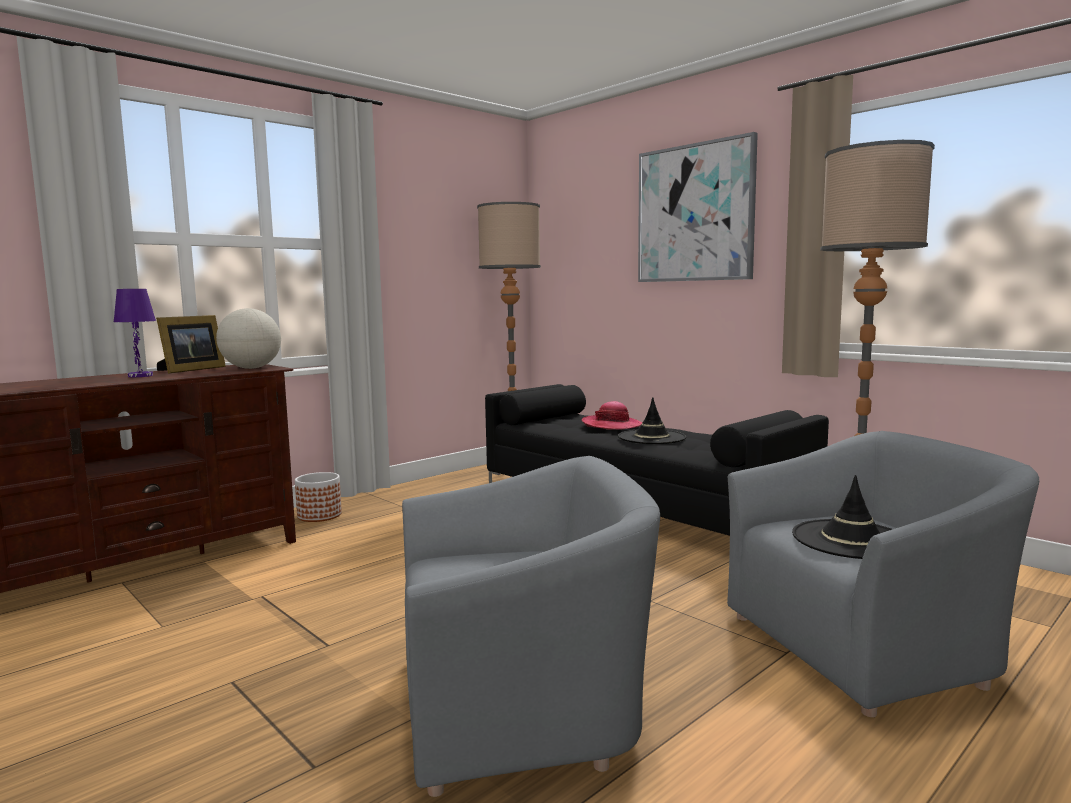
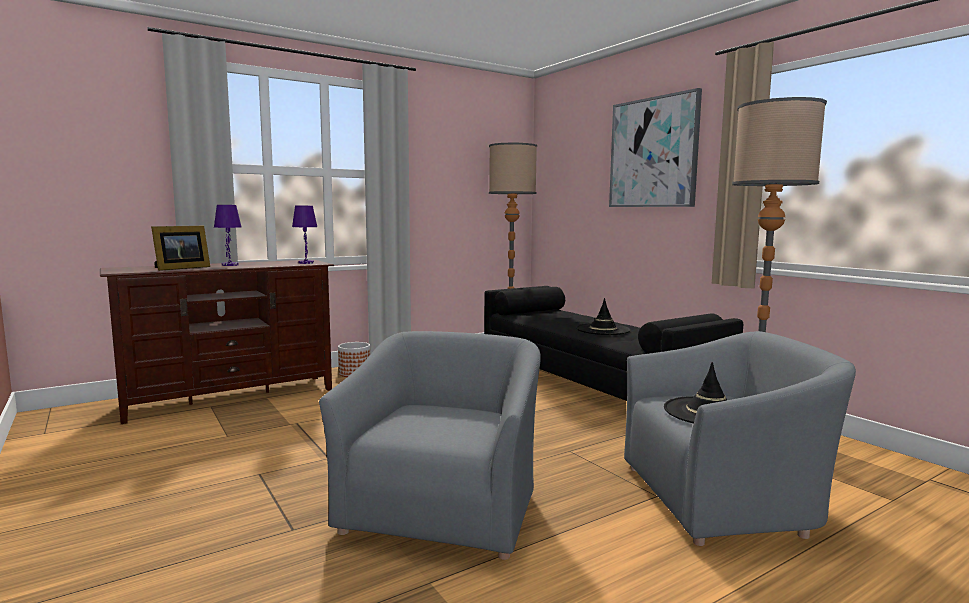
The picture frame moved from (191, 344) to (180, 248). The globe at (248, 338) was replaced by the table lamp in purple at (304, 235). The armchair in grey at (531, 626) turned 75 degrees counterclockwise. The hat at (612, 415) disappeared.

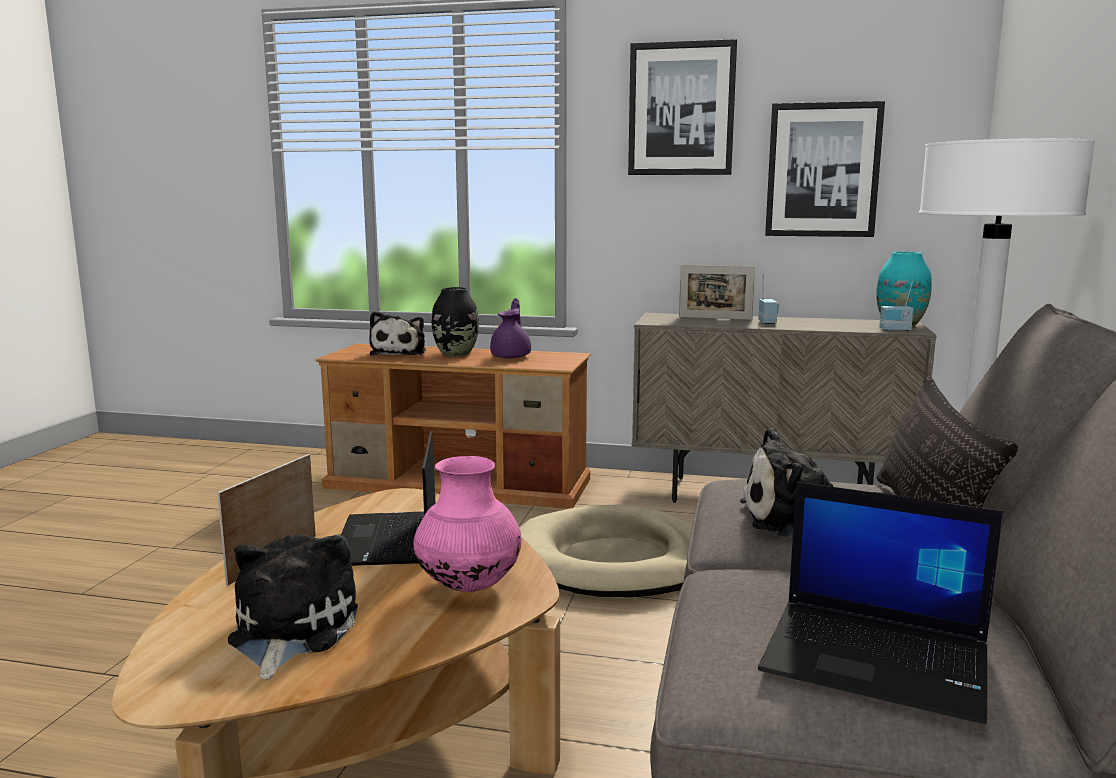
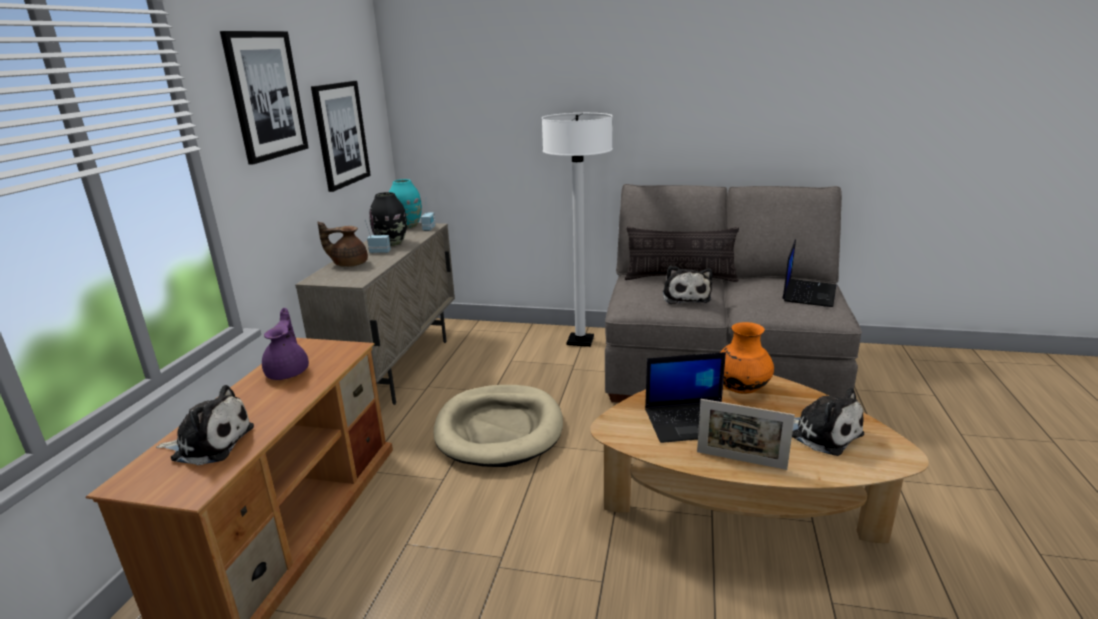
The teapot in purple at (510, 328) turned 75 degrees clockwise. The picture frame at (717, 292) was replaced by the teapot in brown at (342, 244). The vase in black moved from (455, 322) to (388, 219). The vase in pink at (467, 524) became the vase in orange at (747, 358). The plush toy at (293, 606) turned 135 degrees counterclockwise.

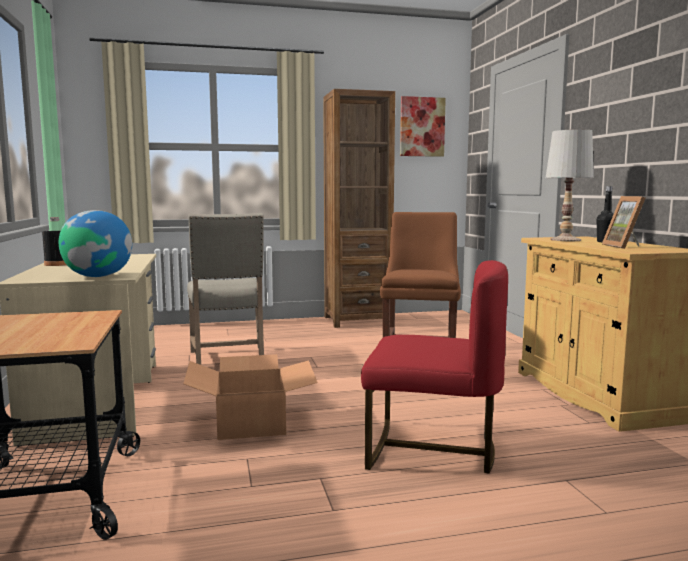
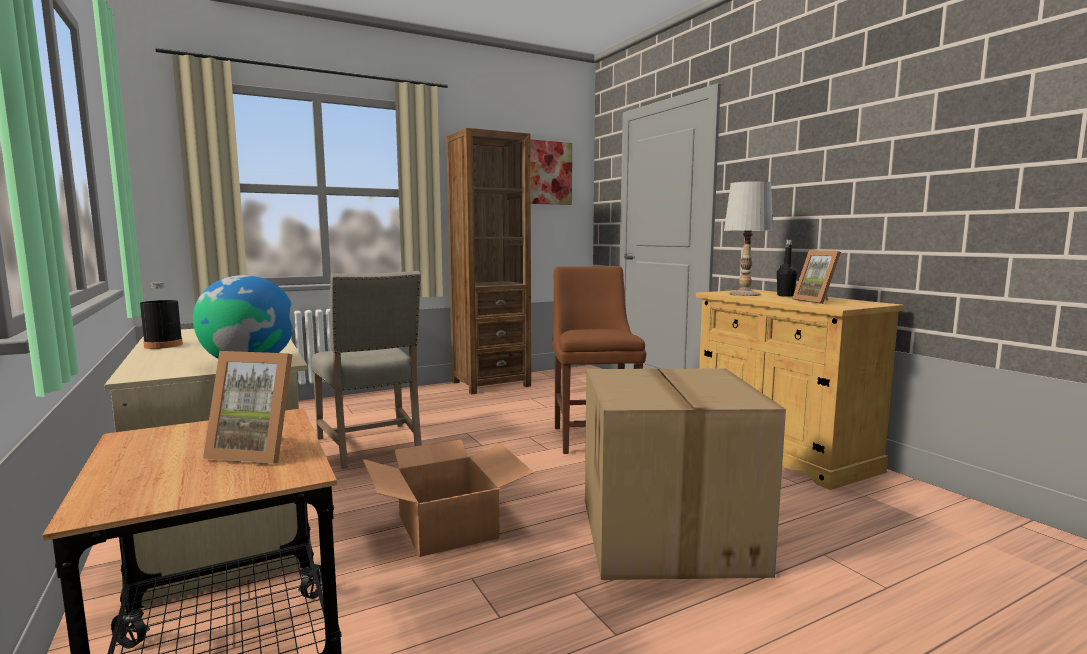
The picture frame at (247, 407) appeared. The chair in red at (434, 367) was replaced by the cardboard box at (685, 474).

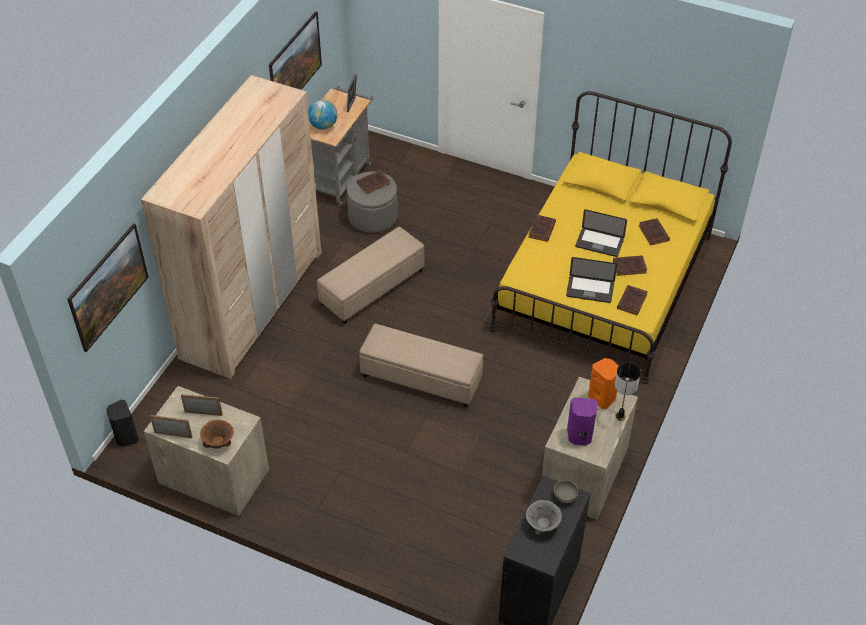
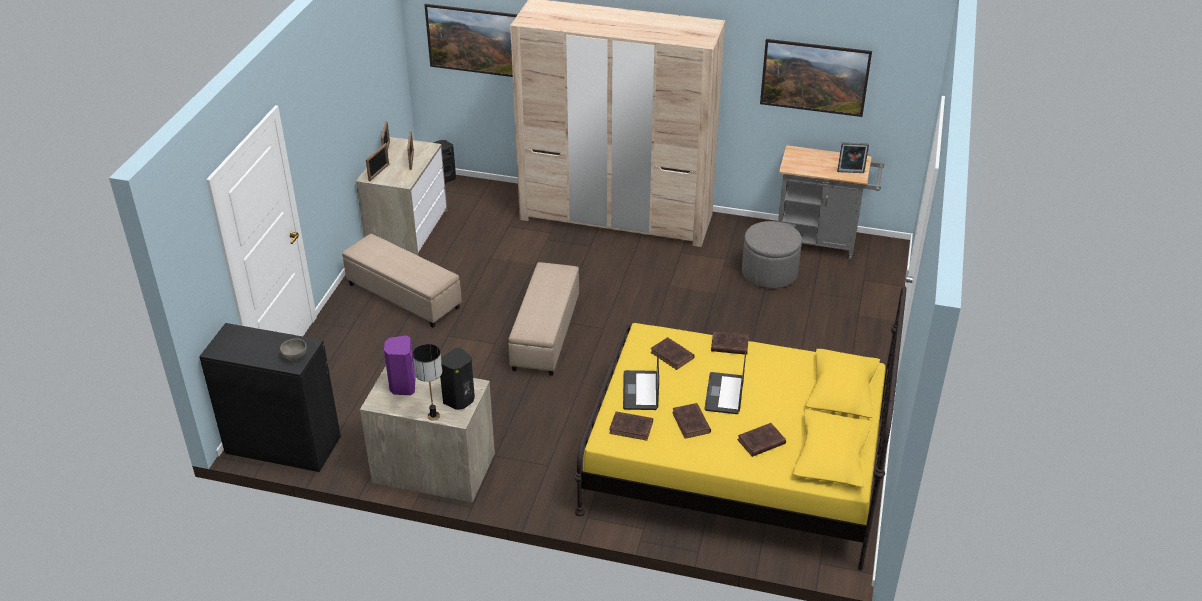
The ottoman in beige moved from (371, 275) to (402, 281). The bowl in brown at (217, 434) was replaced by the picture frame at (377, 162). The speaker in orange at (603, 383) became the speaker in black at (457, 379). The book in brown moved from (373, 182) to (672, 353). The globe at (323, 114) disappeared. The bowl in grey at (544, 517) disappeared.

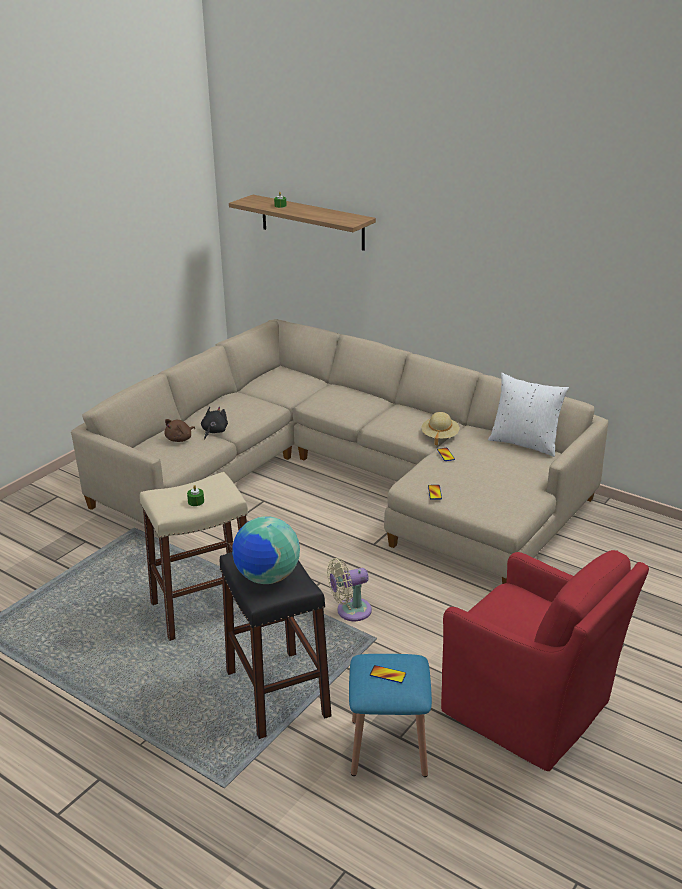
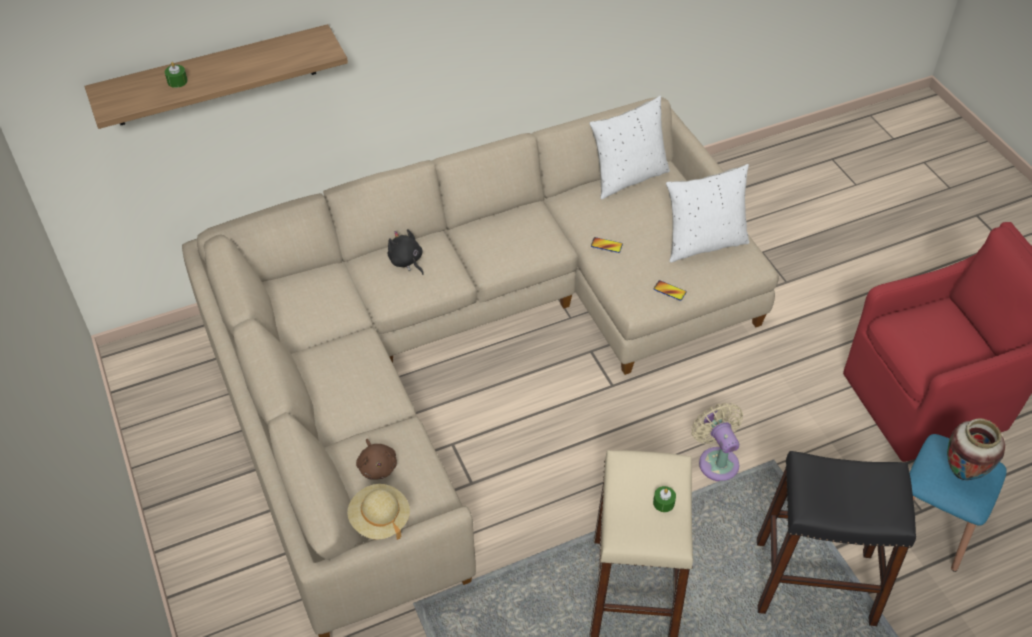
The hat in beige moved from (440, 429) to (378, 512). The plush toy in black moved from (214, 423) to (406, 252). The pillow in white at (707, 213) appeared. The fan in beige at (349, 589) turned 150 degrees clockwise. The phone at (388, 674) was replaced by the vase at (976, 449). The globe at (266, 550) disappeared.

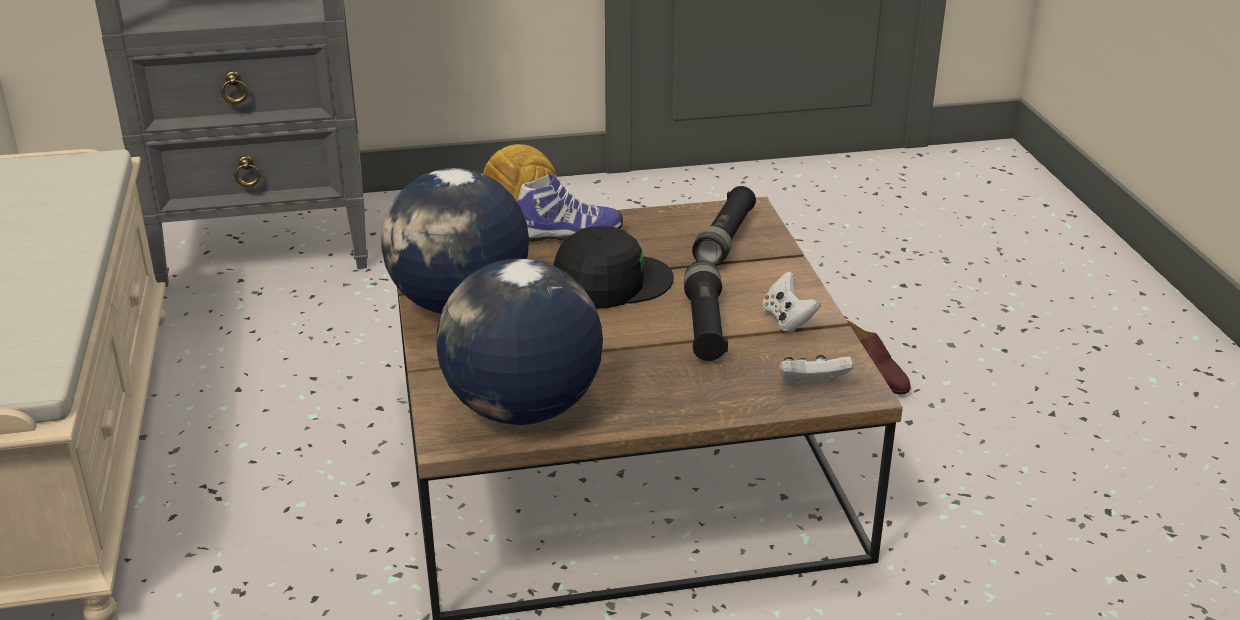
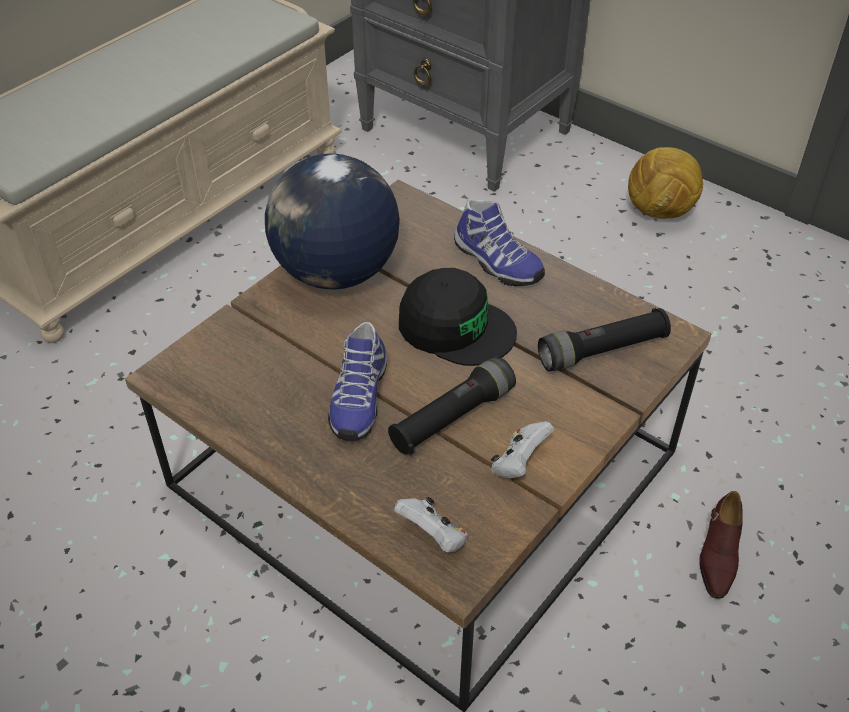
The shoe at (357, 381) appeared. The globe at (519, 342) disappeared.

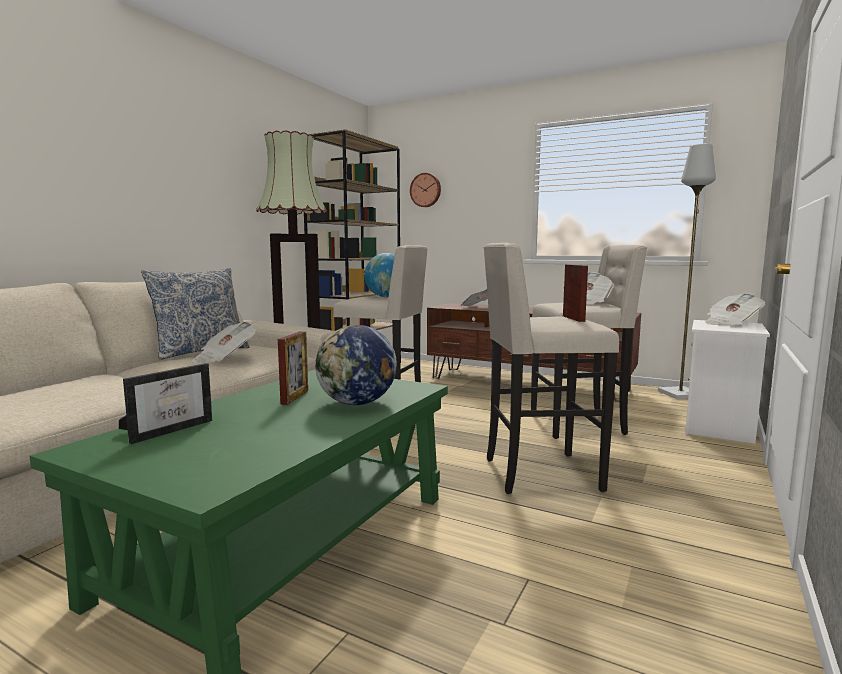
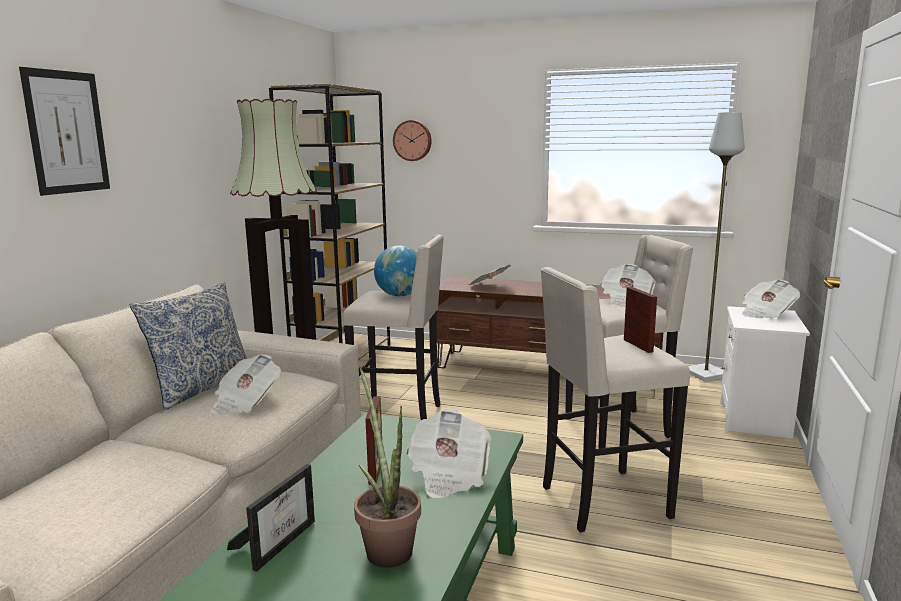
The picture at (64, 131) appeared. The potted plant at (387, 468) appeared. The globe at (356, 365) was replaced by the newspaper at (449, 454).

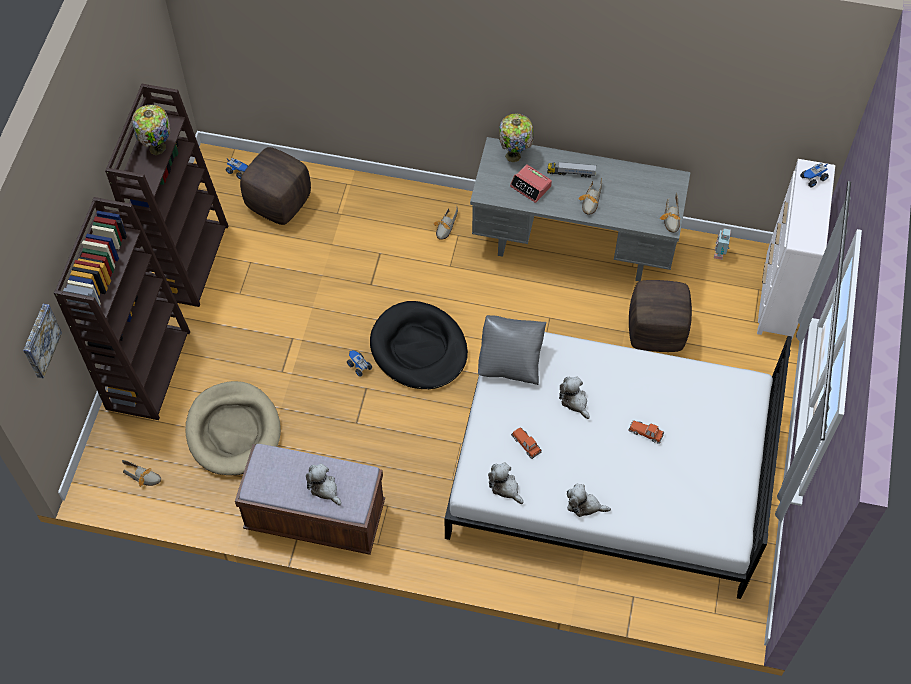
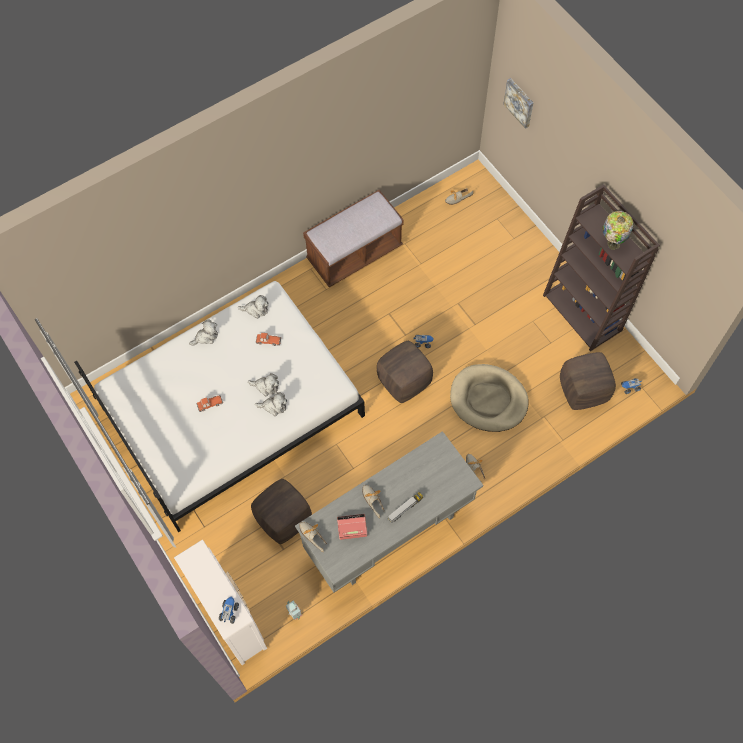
The plush toy moved from (323, 484) to (271, 404). The alarm clock moved from (531, 183) to (352, 527). The dog bed in black at (419, 345) was replaced by the ottoman in brown at (405, 372). The dog bed in beige moved from (233, 428) to (489, 398). The bookcase in brown at (122, 308) disappeared. The pillow in grey at (512, 350) disappeared. The table lamp at (516, 137) disappeared.

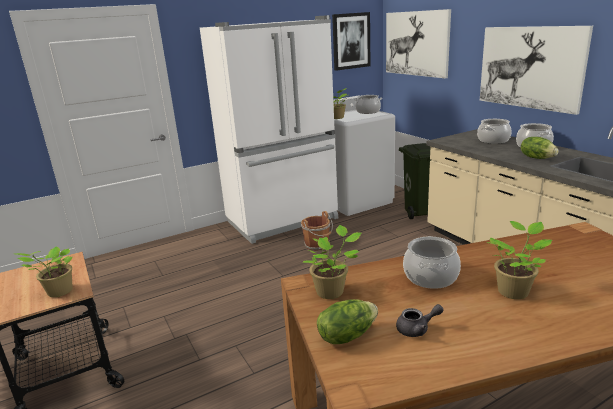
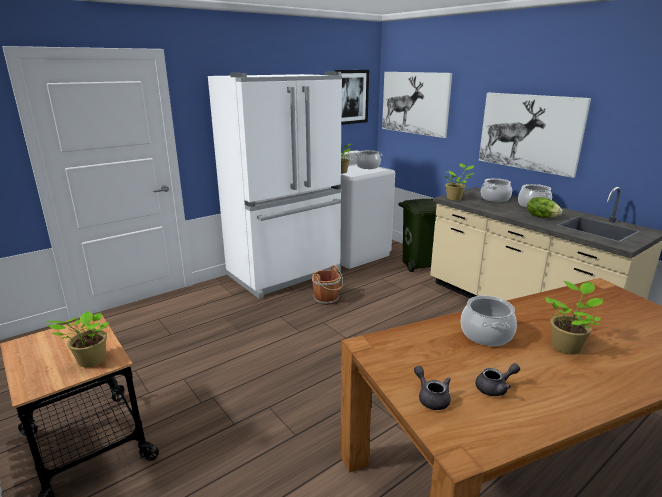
The lettuce at (347, 321) was replaced by the teapot in grey at (432, 388). The potted plant moved from (332, 262) to (459, 182).

